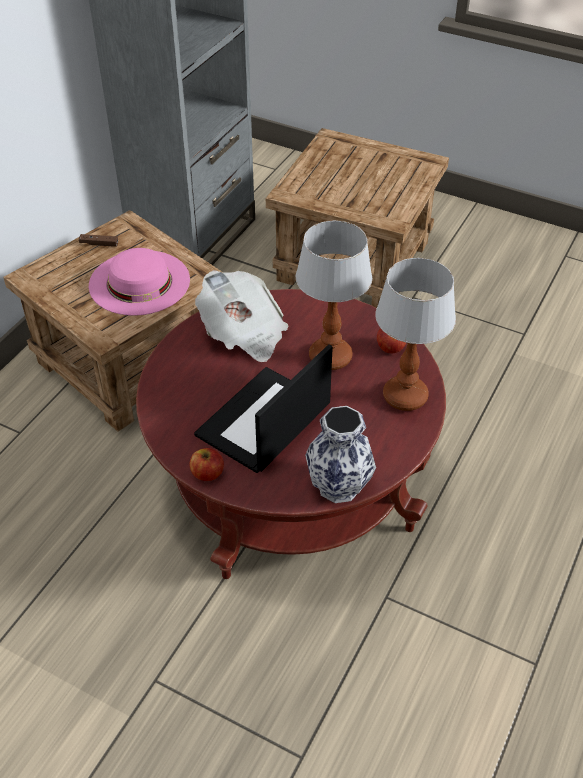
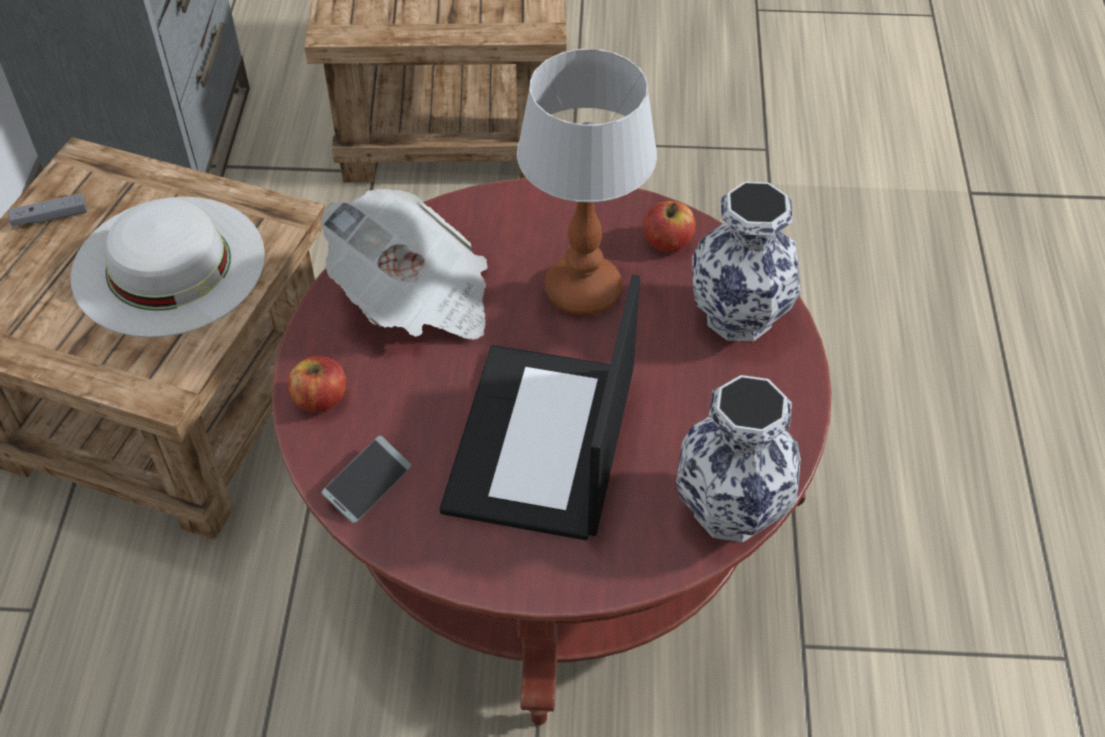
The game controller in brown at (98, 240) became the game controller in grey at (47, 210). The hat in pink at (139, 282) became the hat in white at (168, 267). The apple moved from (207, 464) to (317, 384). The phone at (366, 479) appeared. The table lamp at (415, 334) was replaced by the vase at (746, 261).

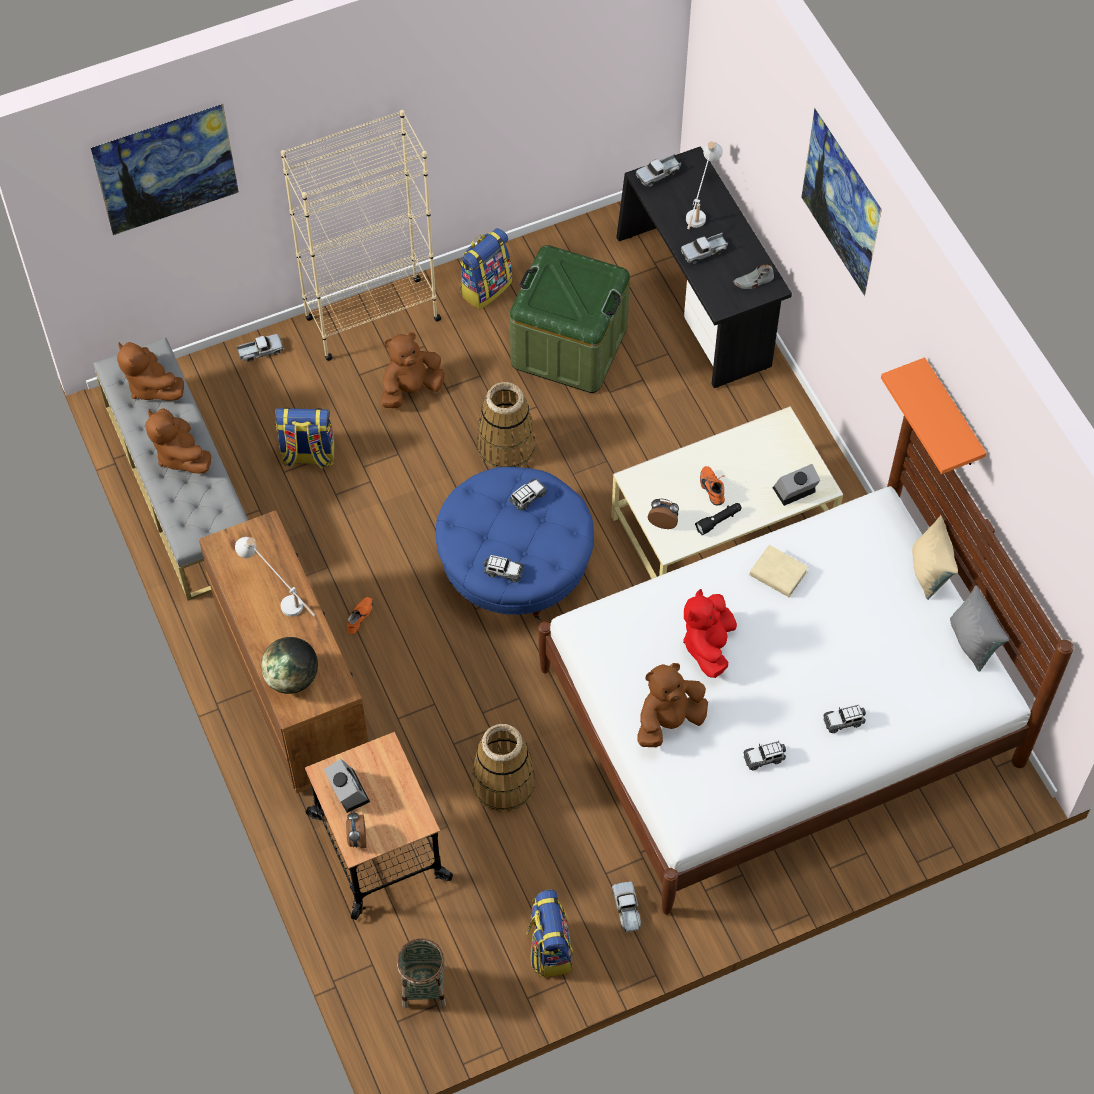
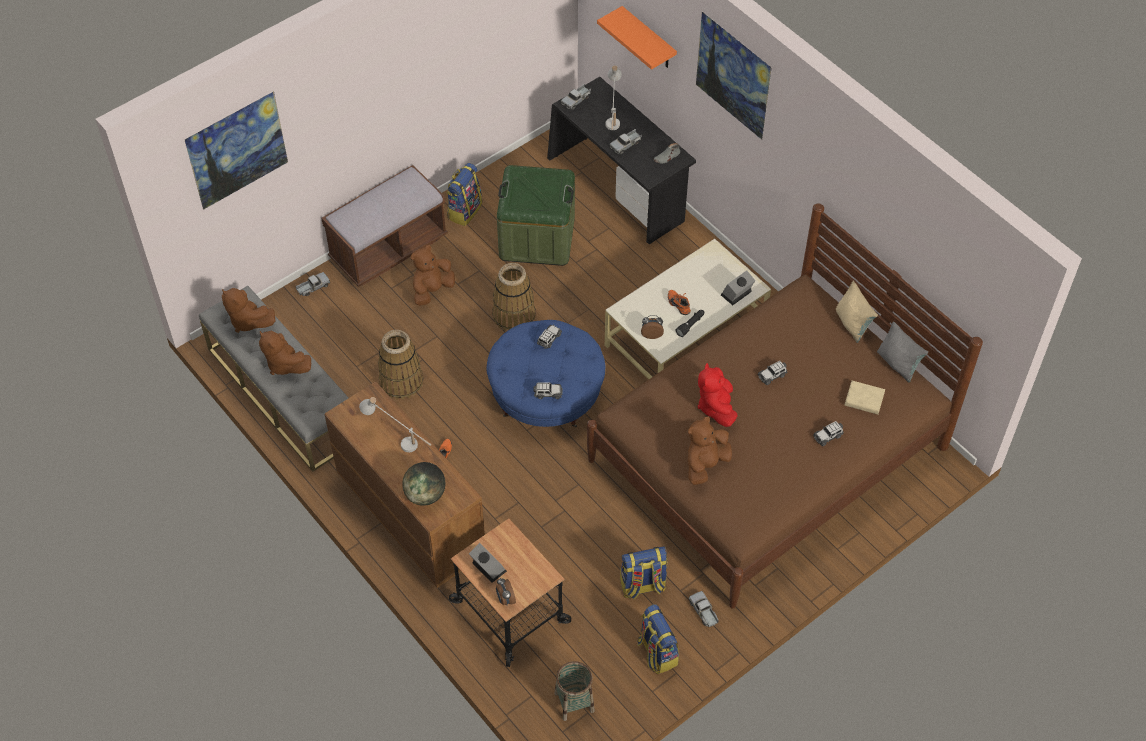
The bookcase in beige at (361, 235) was replaced by the bench in brown at (384, 226). The basket moved from (503, 768) to (400, 365). The bed in white at (806, 665) became the bed in brown at (785, 406). The shelf in orange moved from (934, 415) to (637, 38). The backpack moved from (304, 438) to (644, 573). The toy car moved from (764, 755) to (772, 373). The book in beige moved from (779, 571) to (865, 397).

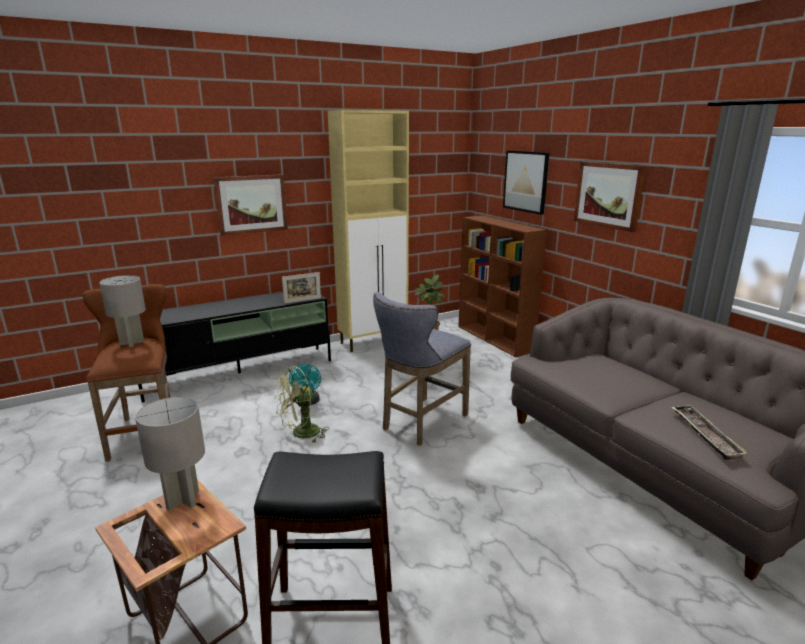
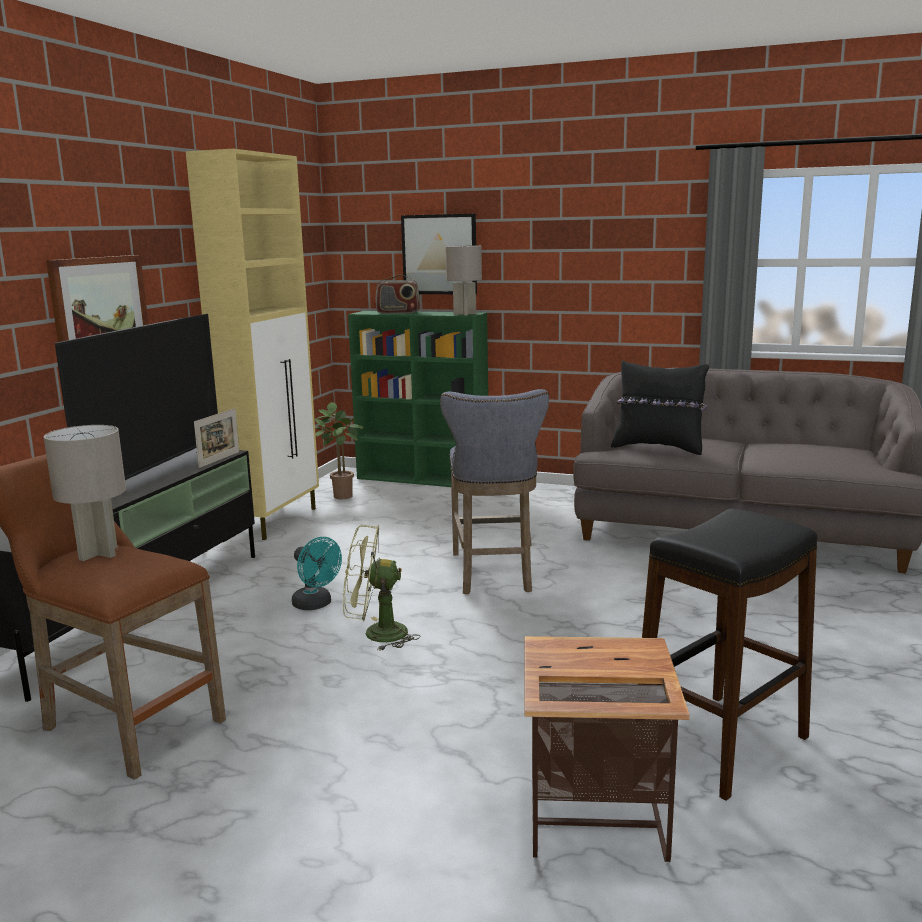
The television at (136, 397) appeared. The fan in green at (301, 404) turned 75 degrees clockwise. The bookcase in brown at (502, 286) became the bookcase in green at (418, 399). The radio at (397, 294) appeared. The table lamp in grey moved from (170, 454) to (463, 280). The pillow in black at (660, 407) appeared. The picture at (610, 197) disappeared. The tray at (710, 432) disappeared.

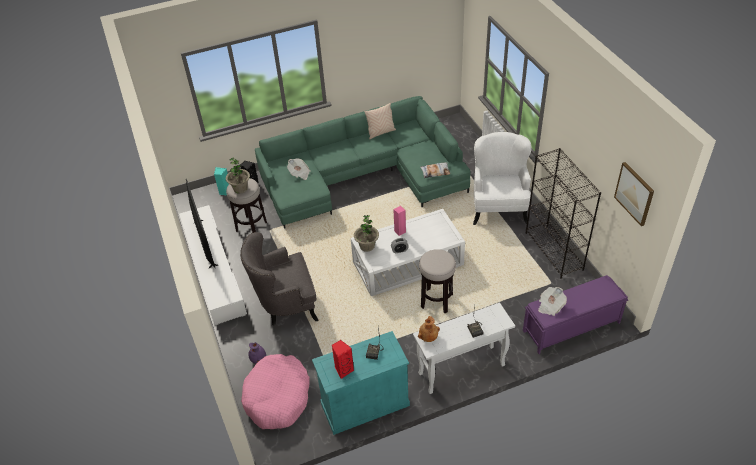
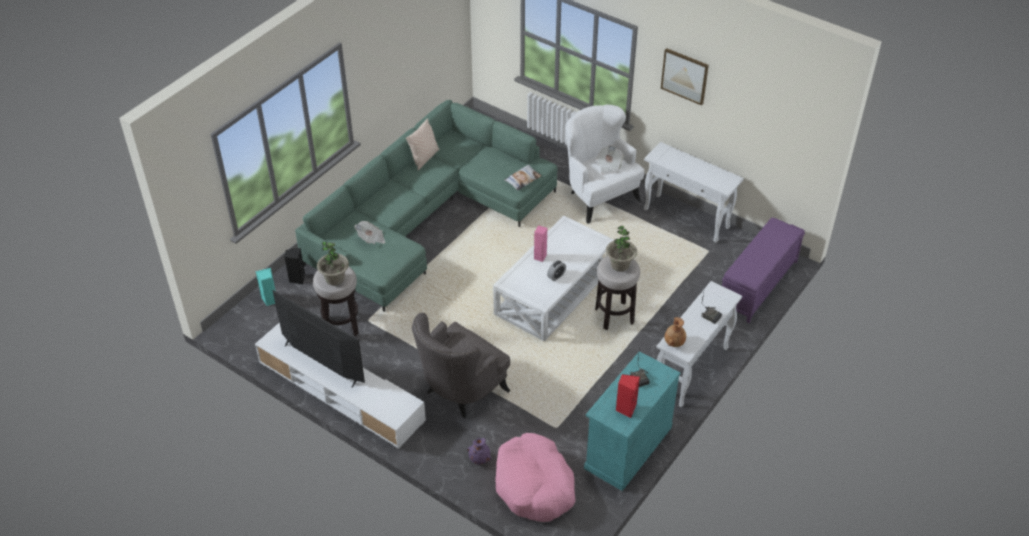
The newspaper moved from (552, 301) to (610, 160). The potted plant moved from (366, 233) to (621, 249). The bookcase in black at (563, 213) was replaced by the console table in white at (694, 192). The picture moved from (634, 194) to (685, 76).

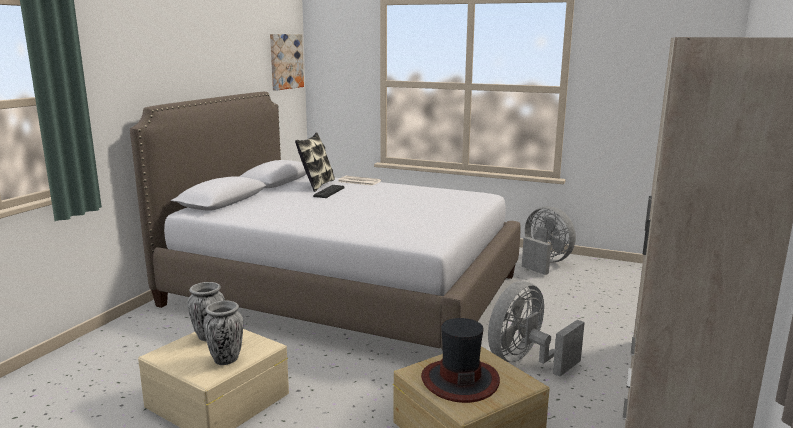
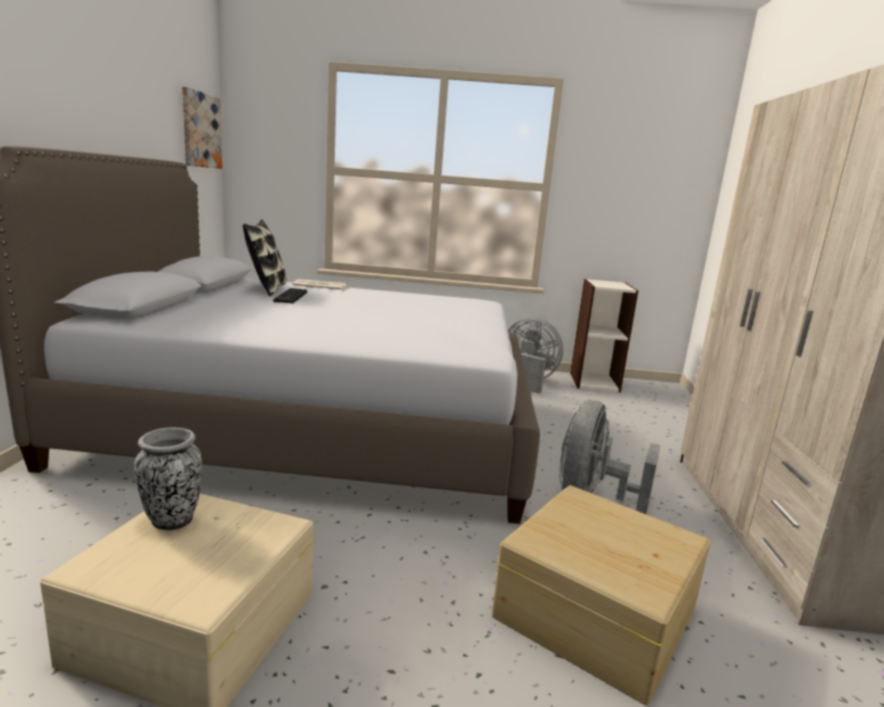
The bookcase at (604, 335) appeared. The vase at (223, 332) disappeared. The hat at (460, 360) disappeared.

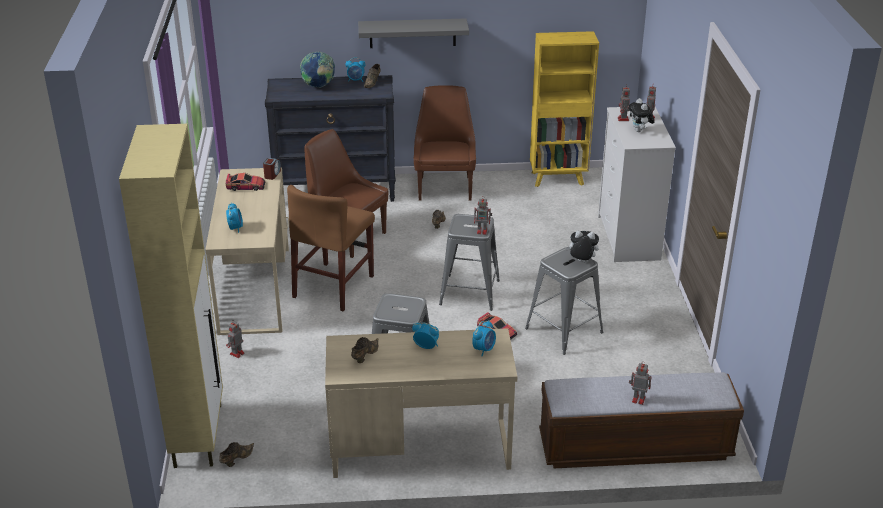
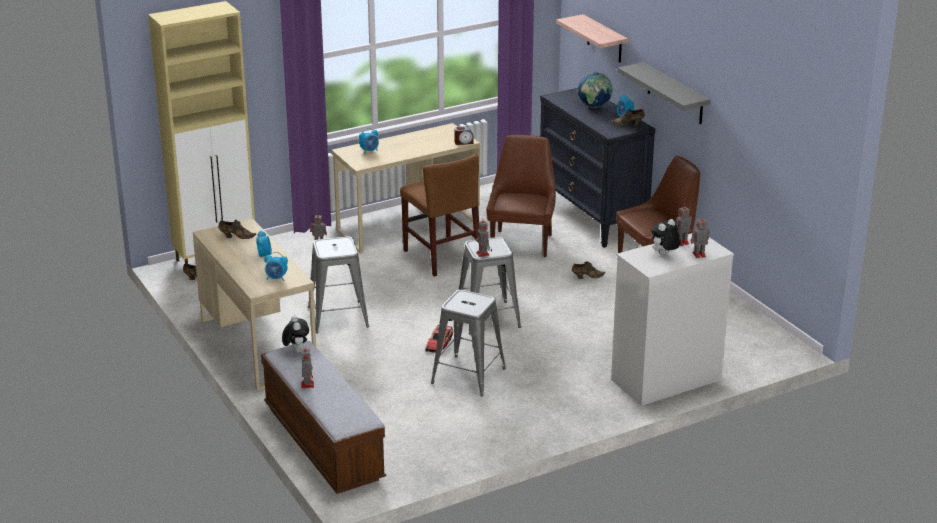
The plush toy moved from (582, 246) to (295, 334). The chair in brown at (331, 248) turned 120 degrees counterclockwise. The shelf at (592, 38) appeared. The toy car at (245, 182) disappeared. The bookcase in yellow at (564, 109) disappeared.

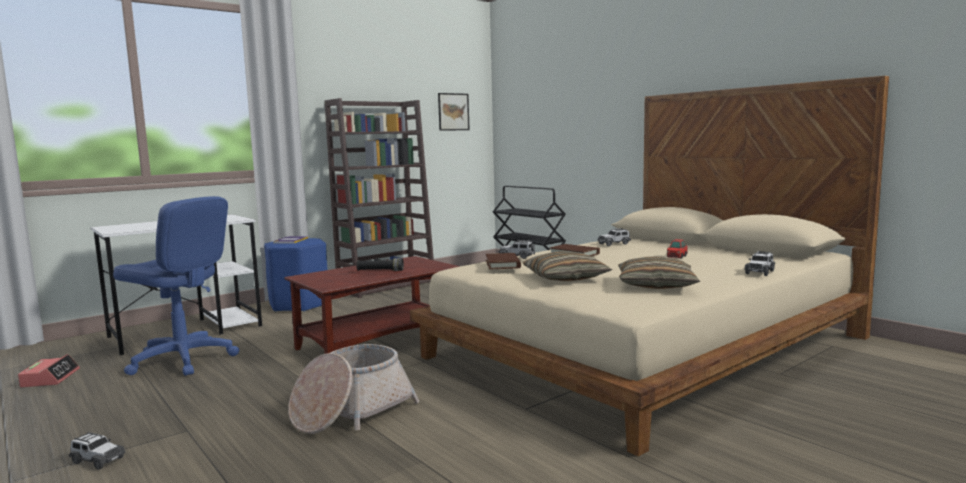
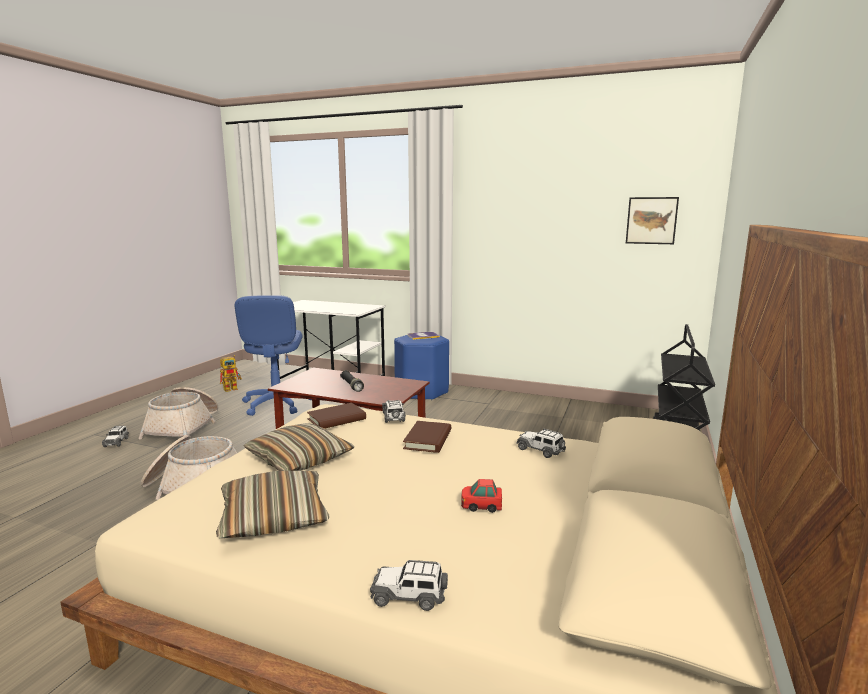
The basket at (178, 413) appeared. The alarm clock at (49, 370) was replaced by the toy robot at (231, 373). The bookcase in brown at (379, 198) disappeared.

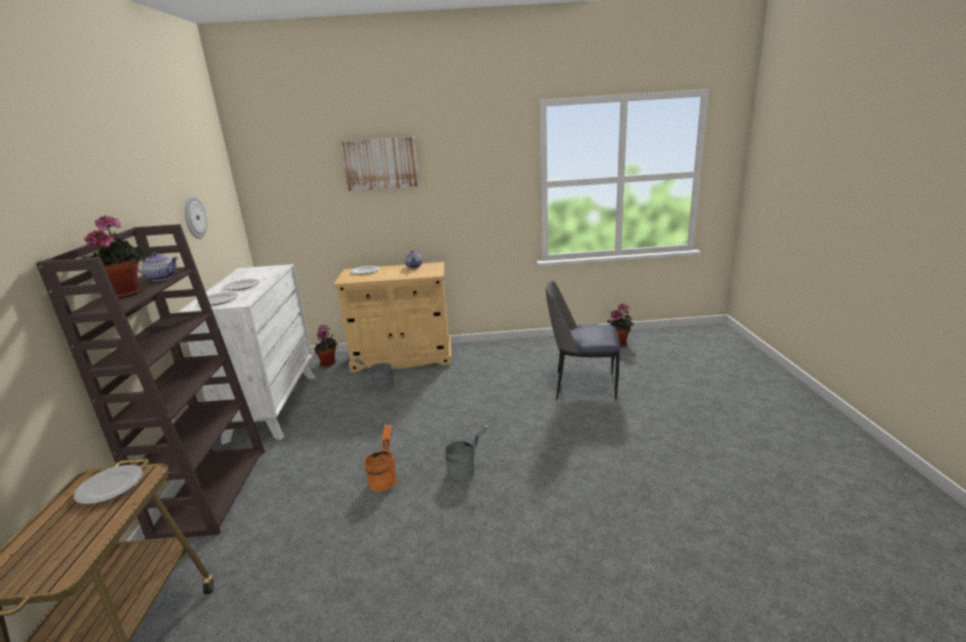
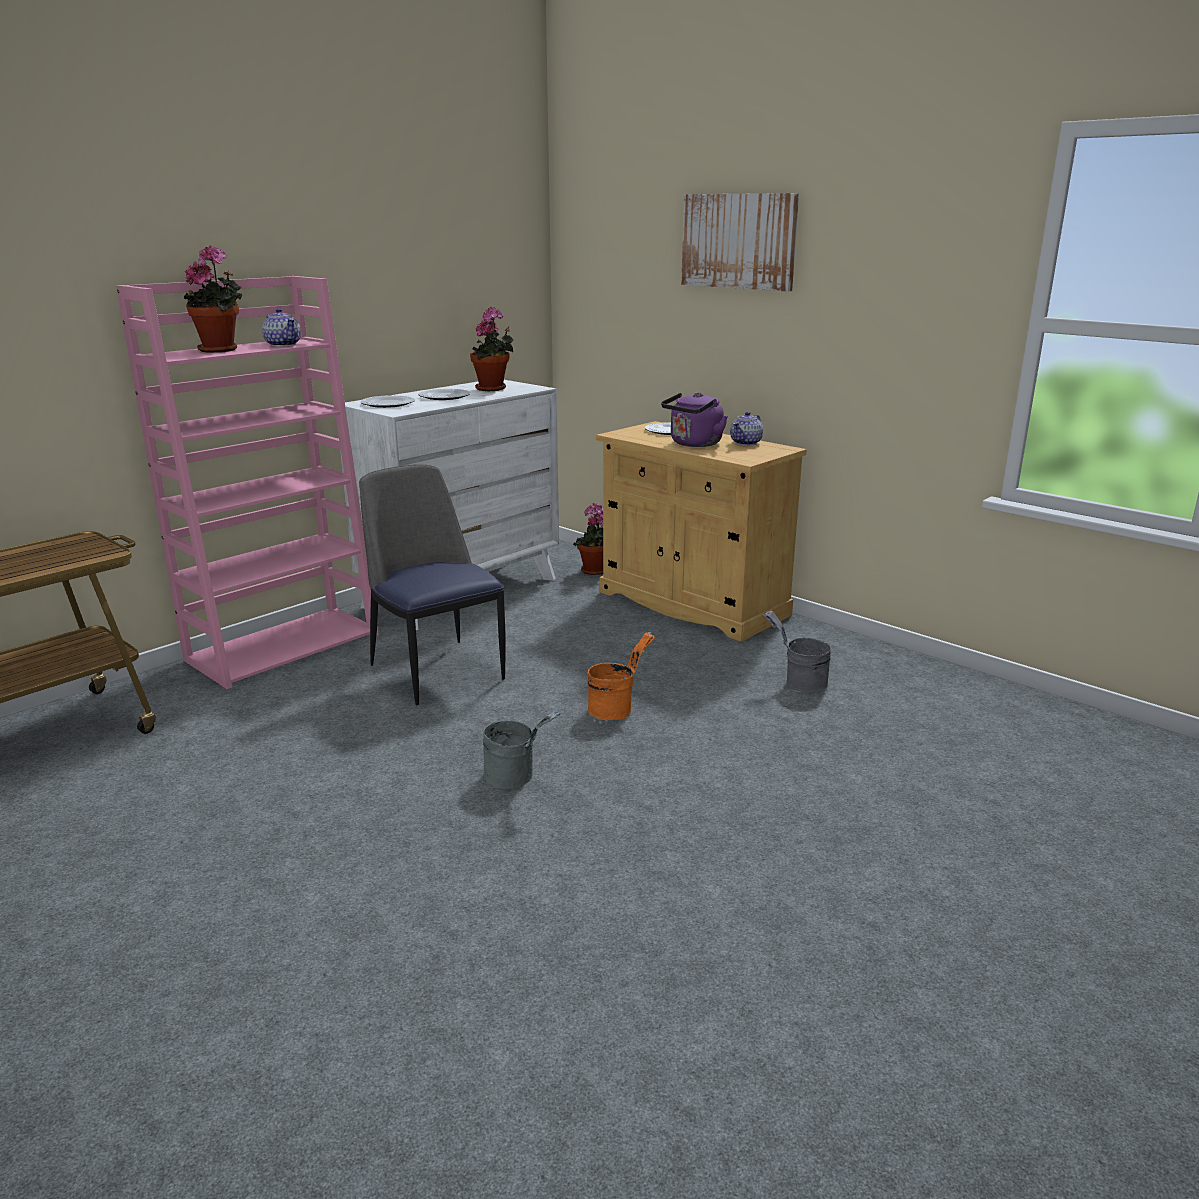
The bookcase in brown at (150, 382) became the bookcase in pink at (247, 482). The chair moved from (583, 341) to (432, 585). The potted plant moved from (620, 325) to (491, 349). The bucket in orange moved from (380, 457) to (621, 676). The kettle in purple at (694, 419) appeared. The bucket in grey moved from (374, 374) to (797, 651). The plate at (108, 484) disappeared. The wall clock at (196, 217) disappeared.

